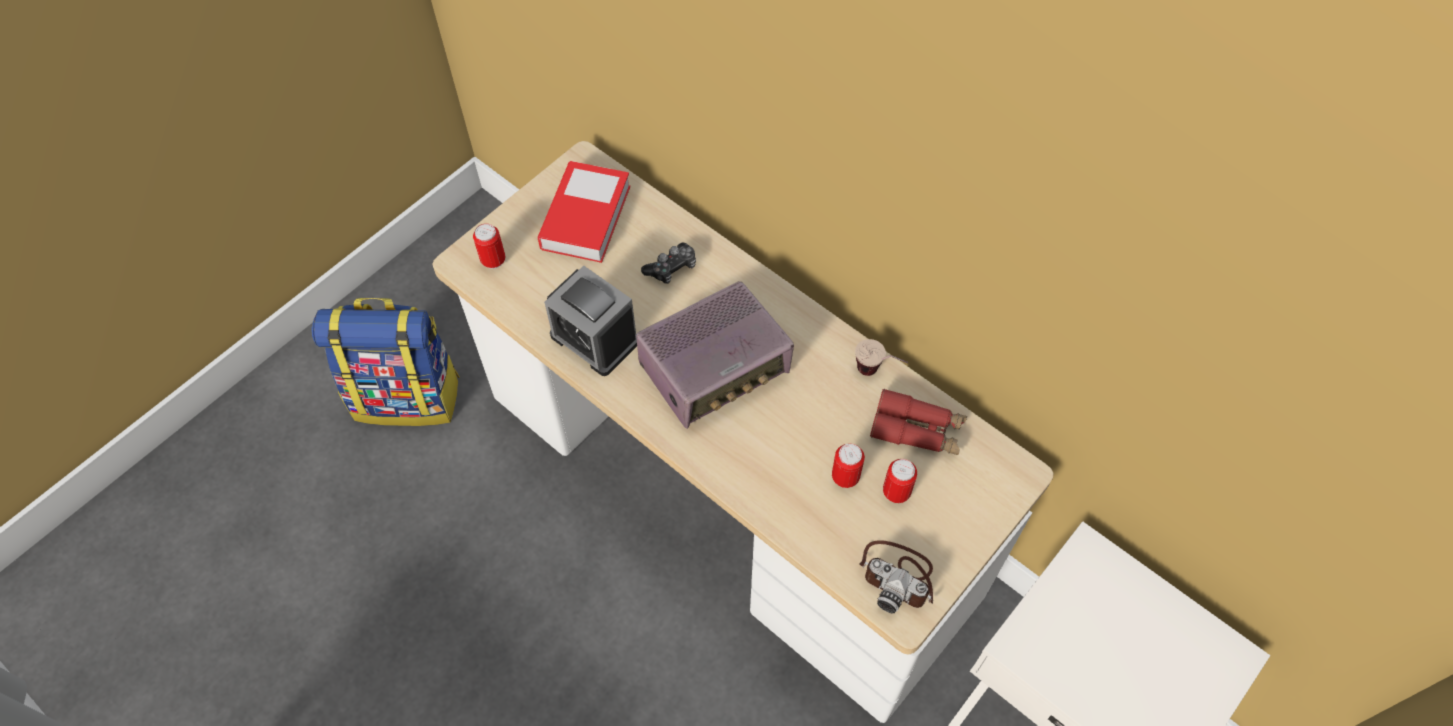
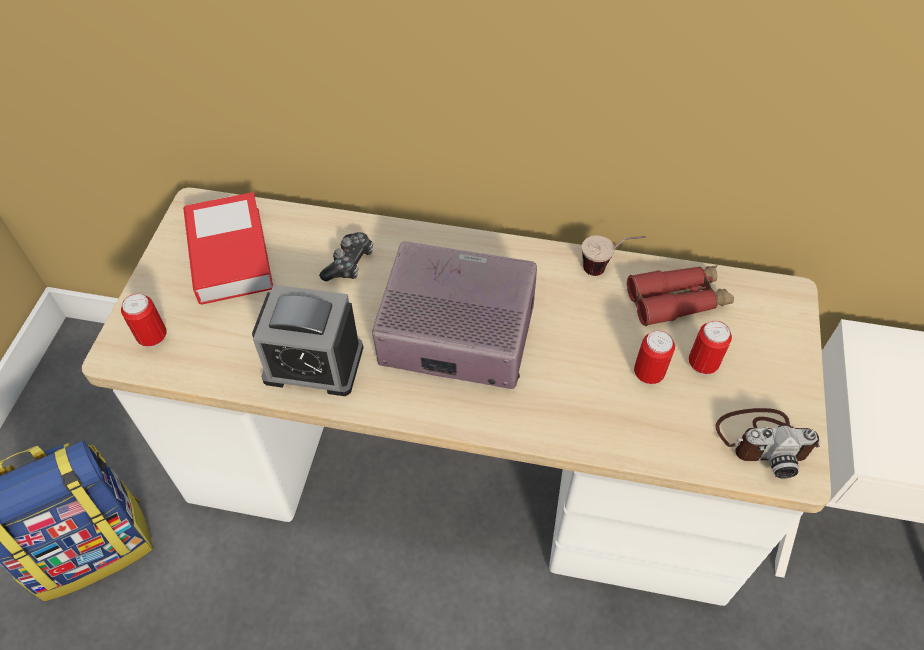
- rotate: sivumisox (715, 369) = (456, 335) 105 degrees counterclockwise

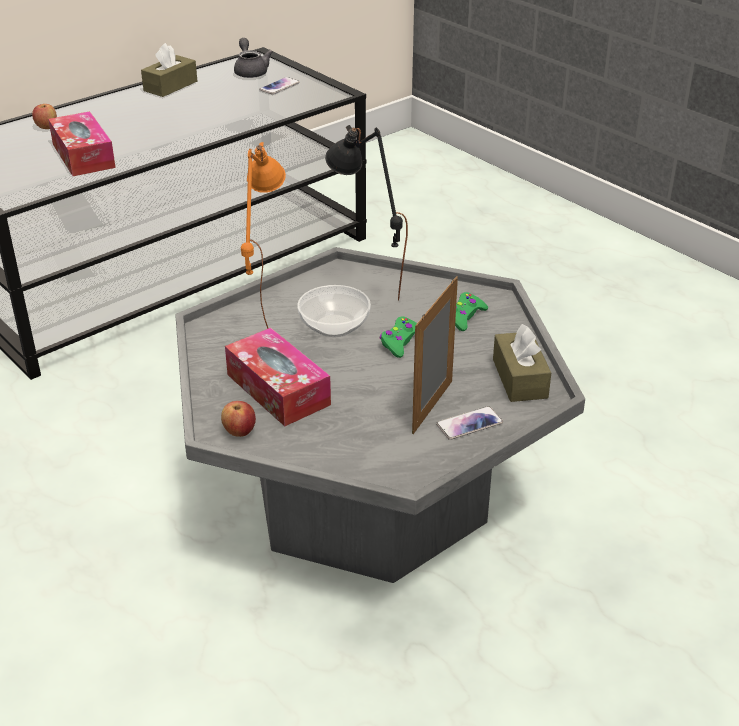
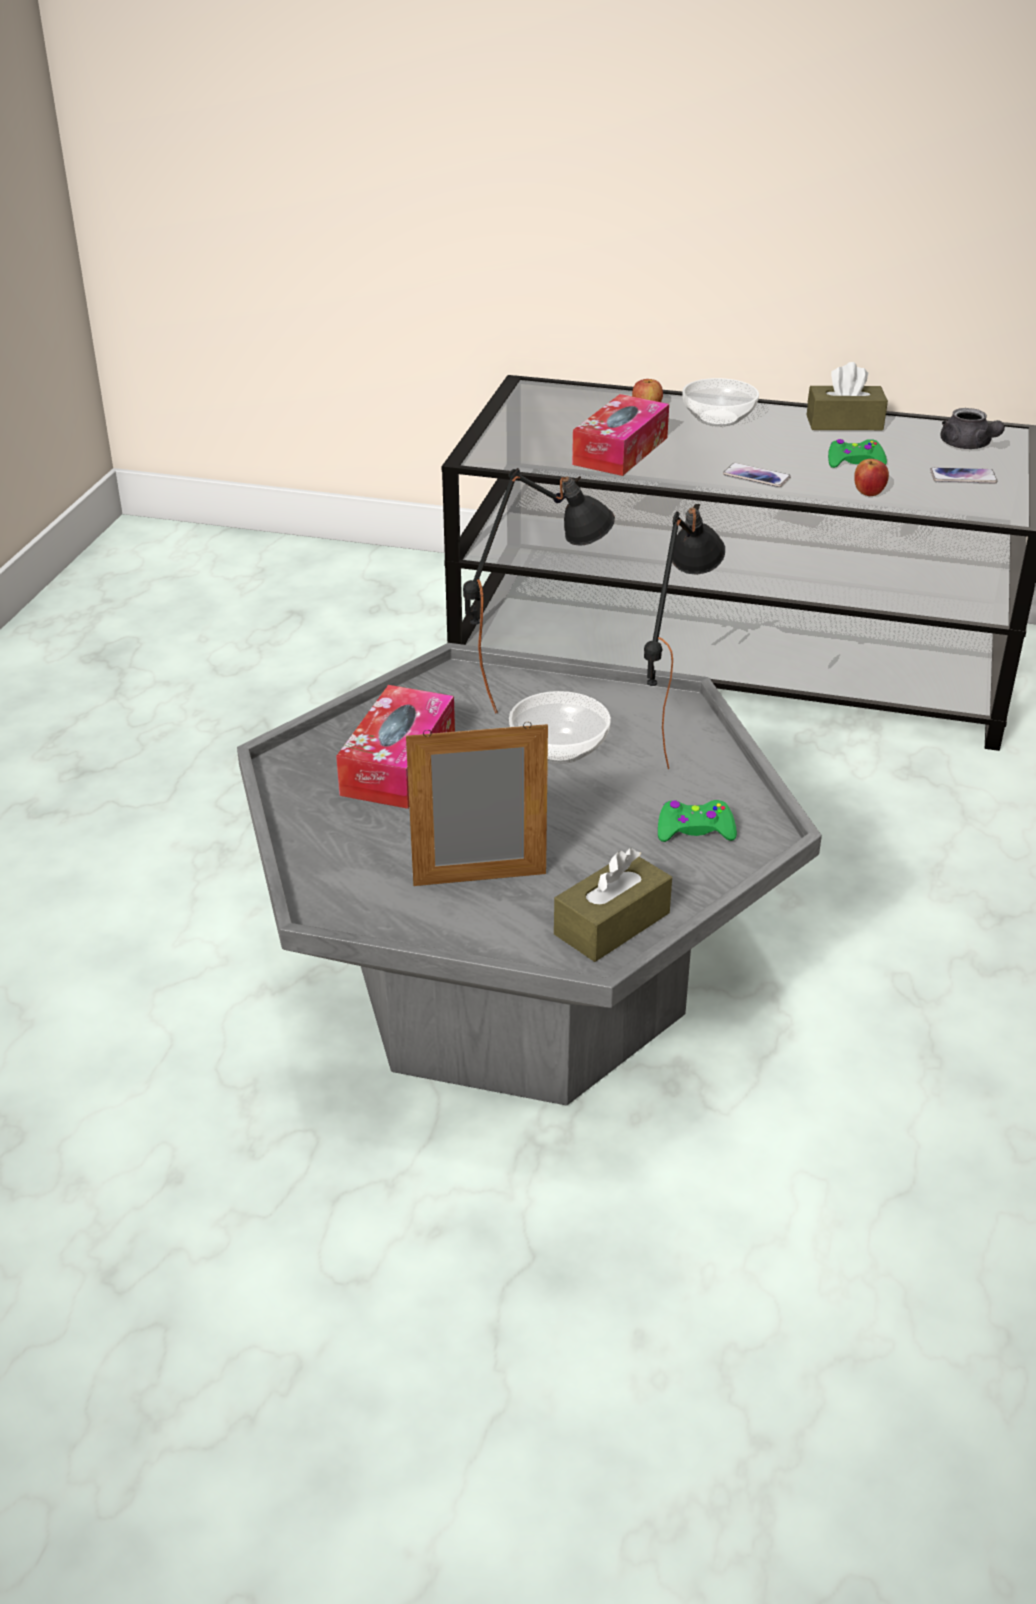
- rotate: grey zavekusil (251, 71) = (968, 446) 120 degrees clockwise
- recolor: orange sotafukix (263, 308) to black sotafukix (536, 690)
- move: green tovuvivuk (400, 342) to (854, 461)
- move: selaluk (239, 432) to (869, 493)
- move: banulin (469, 424) to (756, 476)
- insert: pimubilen (717, 418)

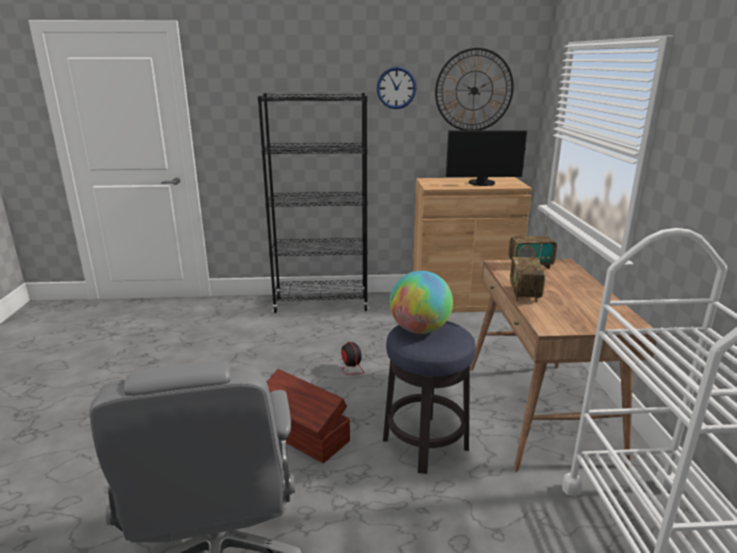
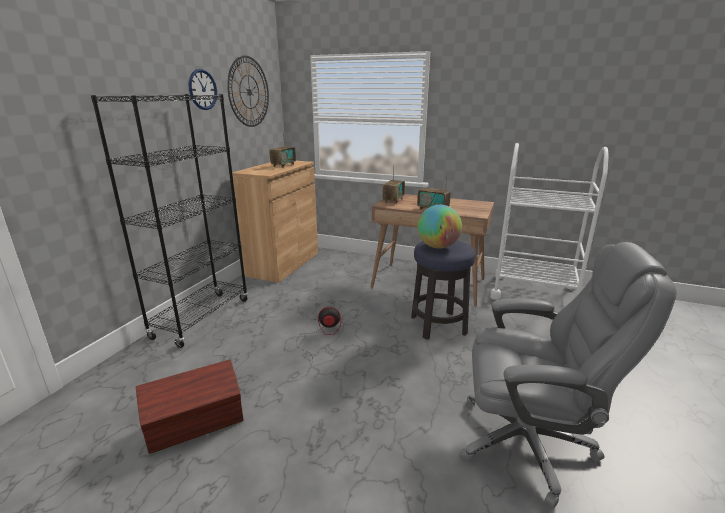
- replace: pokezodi (482, 183) to sivumisox (283, 165)
- move: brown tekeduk (303, 435) to (196, 423)

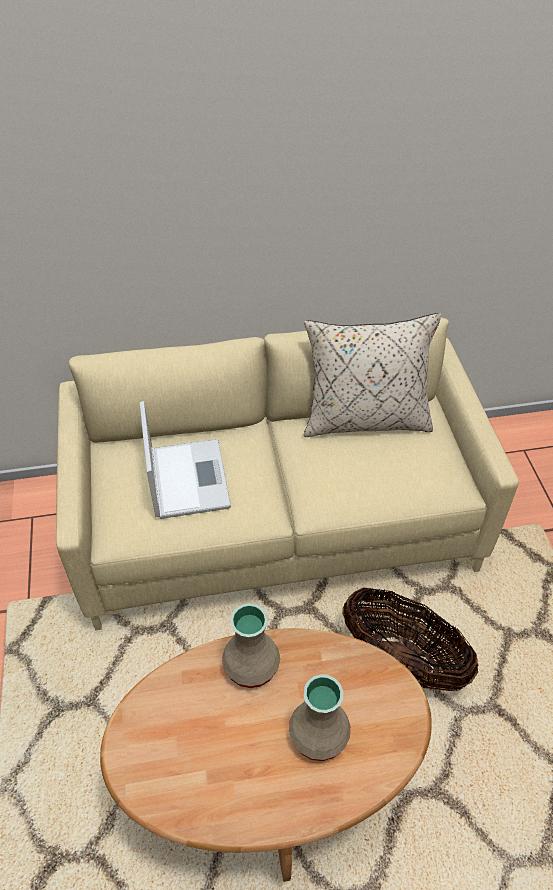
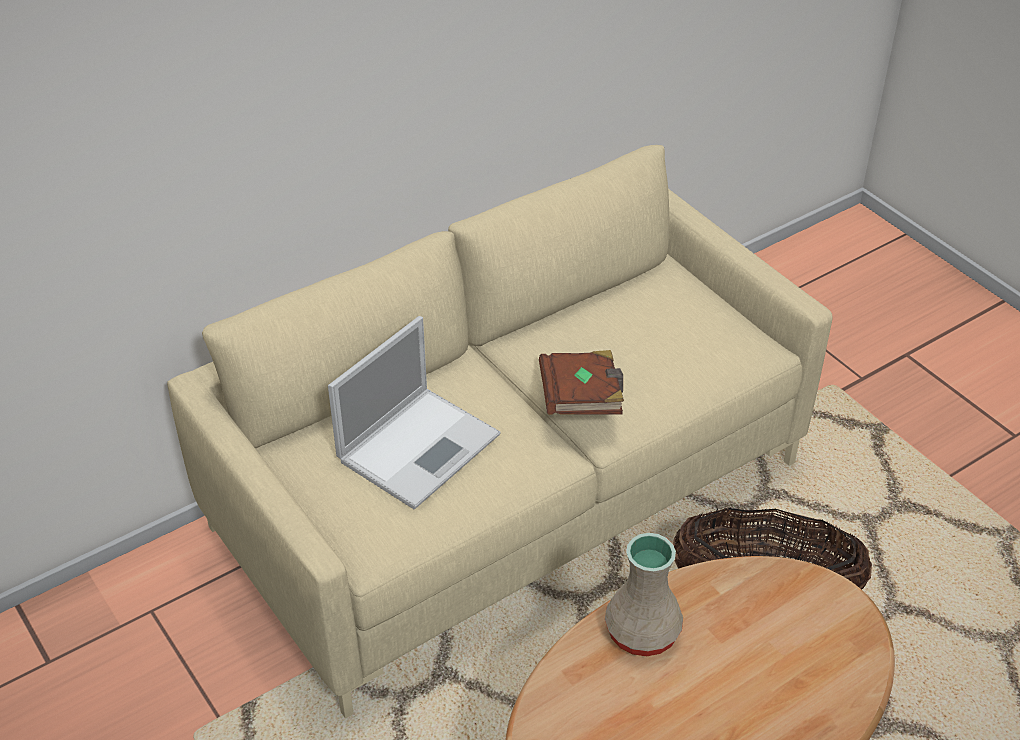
- delete: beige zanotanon (365, 419)
- rotate: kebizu (187, 477) = (420, 445) 75 degrees clockwise
- delete: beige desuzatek (317, 736)
- insert: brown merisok (582, 400)

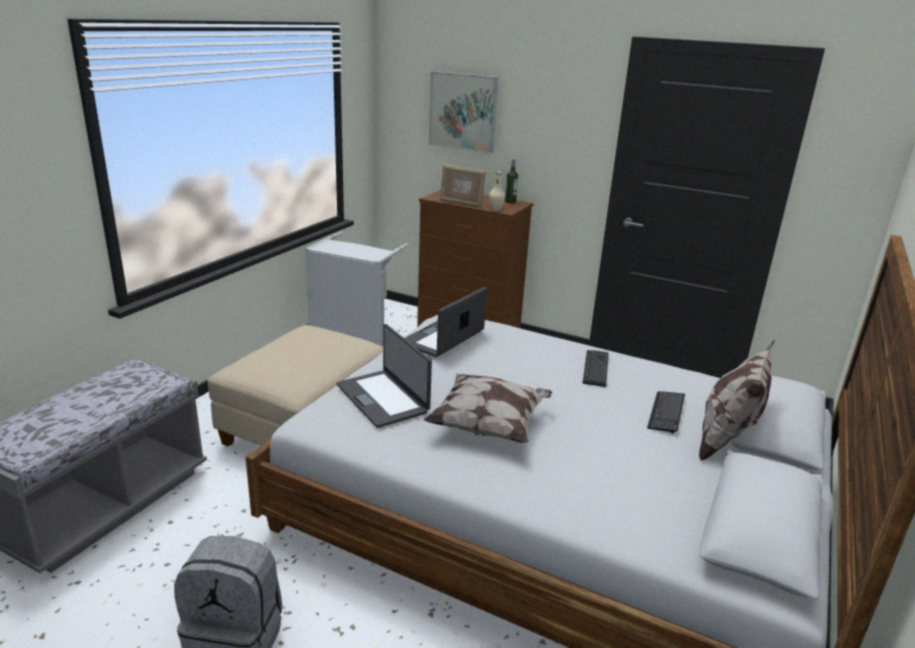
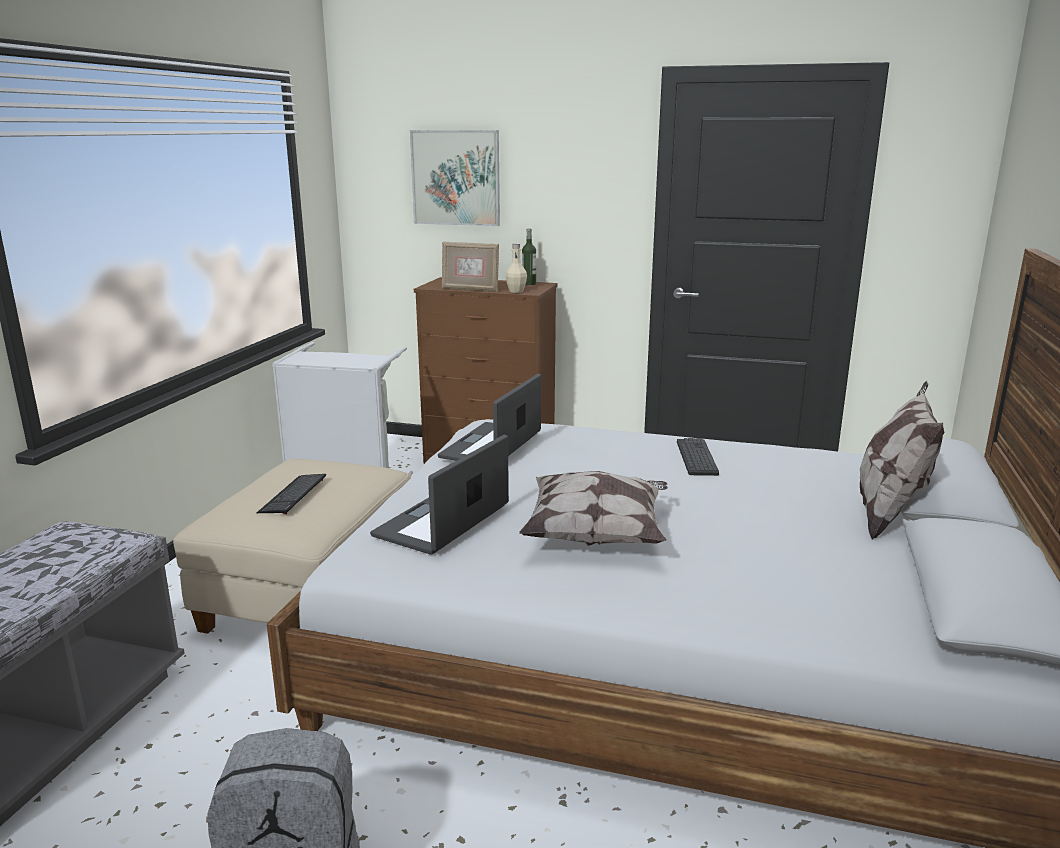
- rotate: kebizu (383, 398) = (444, 521) 75 degrees clockwise
- move: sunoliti (666, 412) to (293, 495)

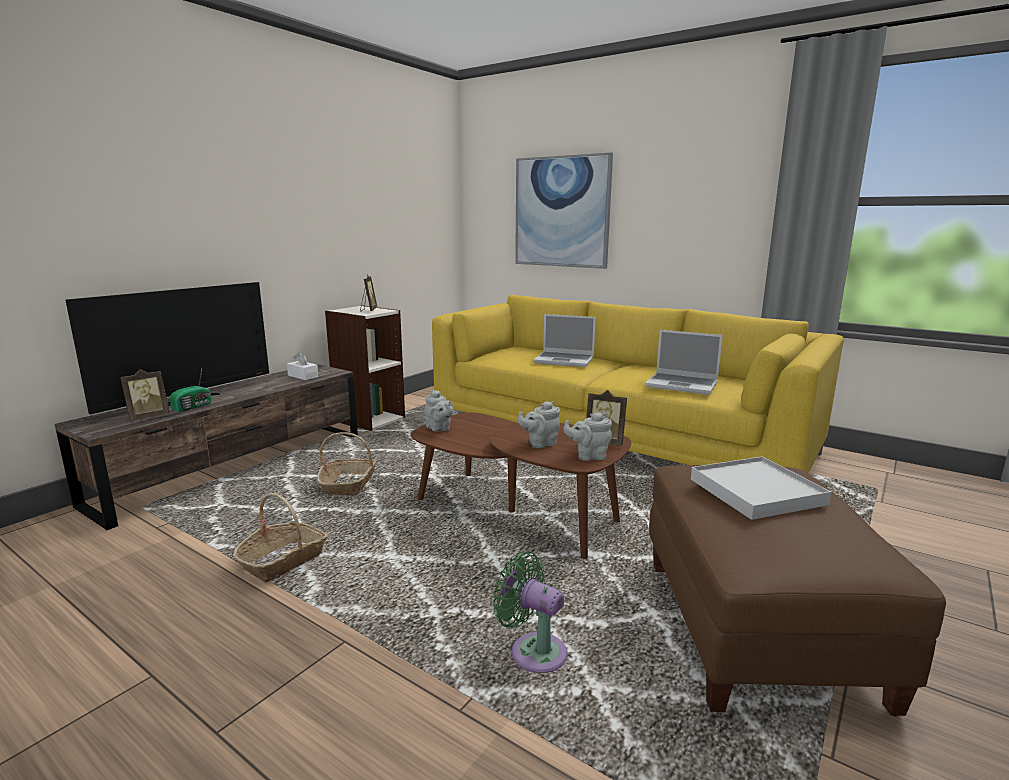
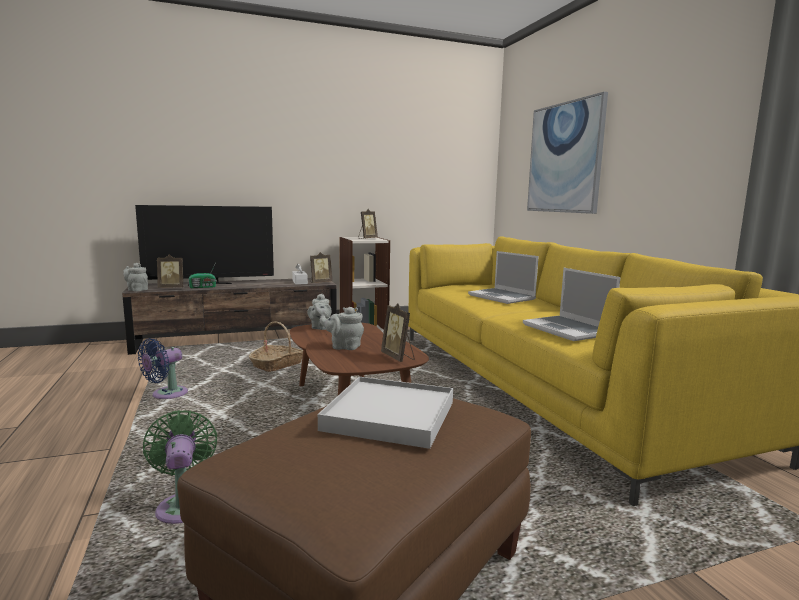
- move: grey zavekusil (589, 456) to (136, 290)
- replace: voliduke (283, 560) to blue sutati (166, 395)
- insert: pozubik (320, 282)

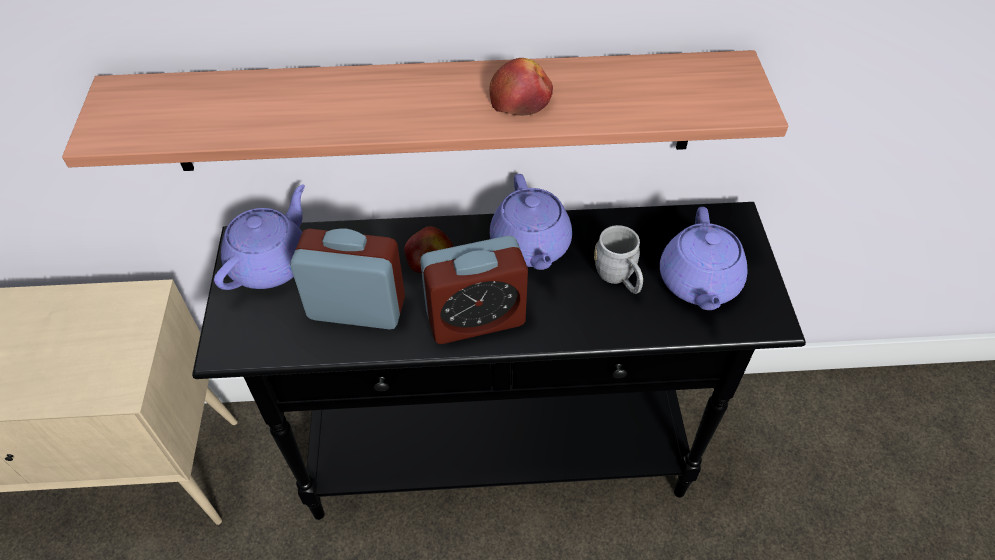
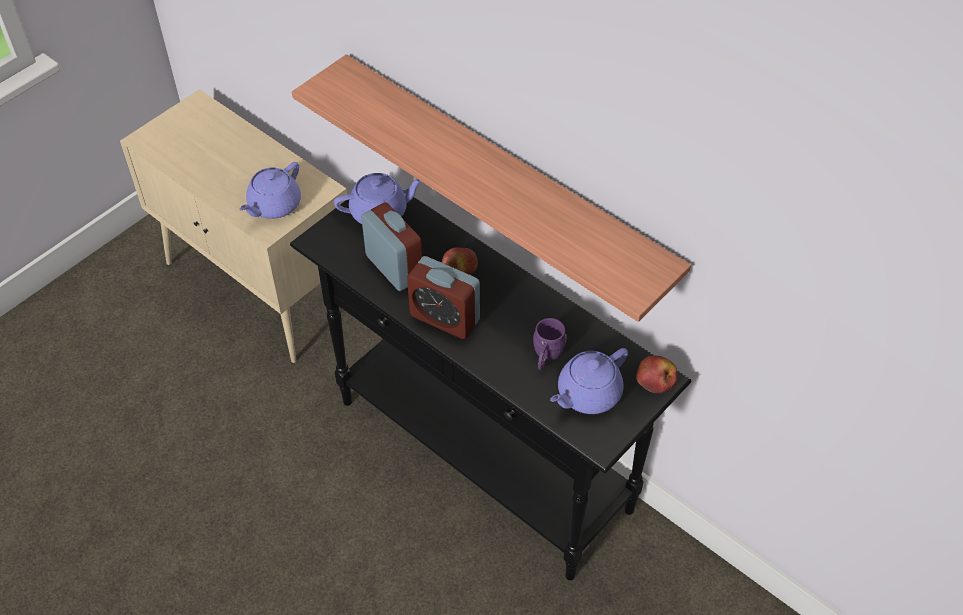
- move: selaluk (521, 99) to (656, 379)
- move: purple zavekusil (530, 246) to (273, 206)
- recolor: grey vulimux (619, 278) to purple vulimux (546, 357)

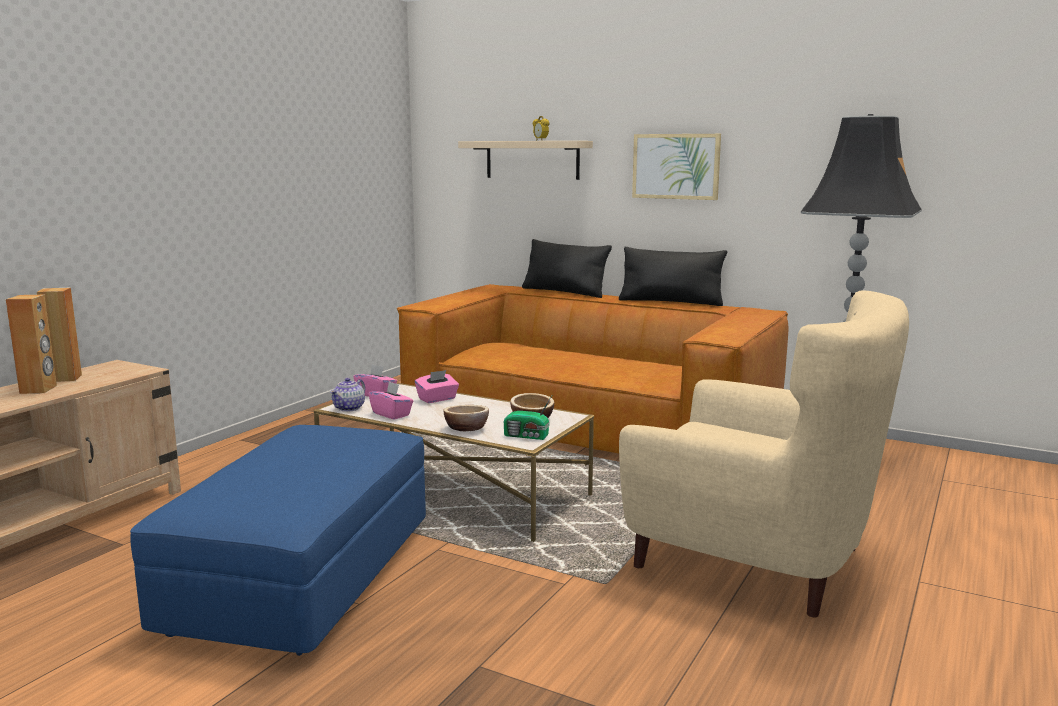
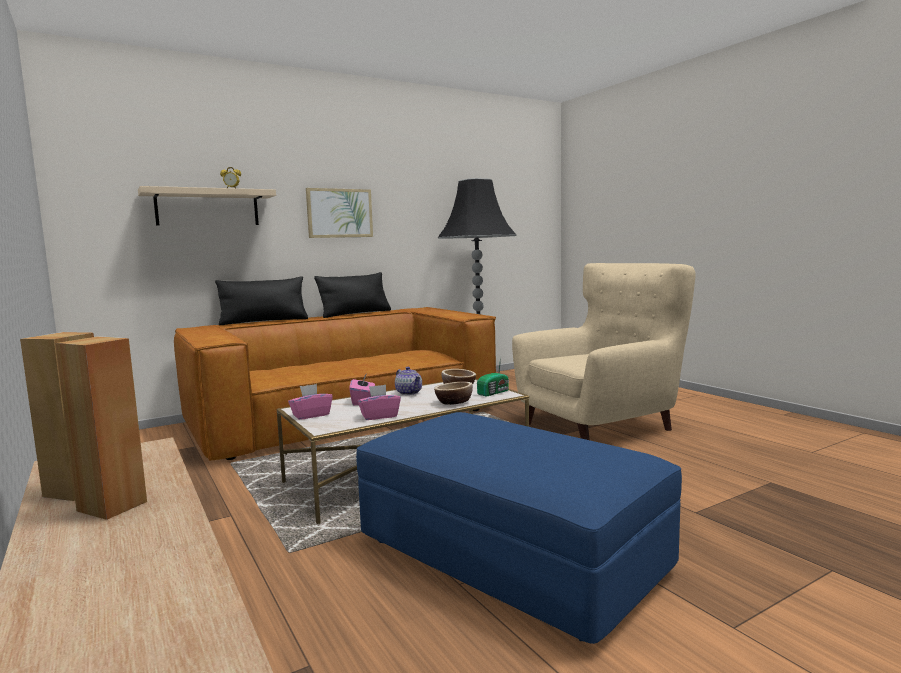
- move: zavekusil (349, 408) to (409, 392)

